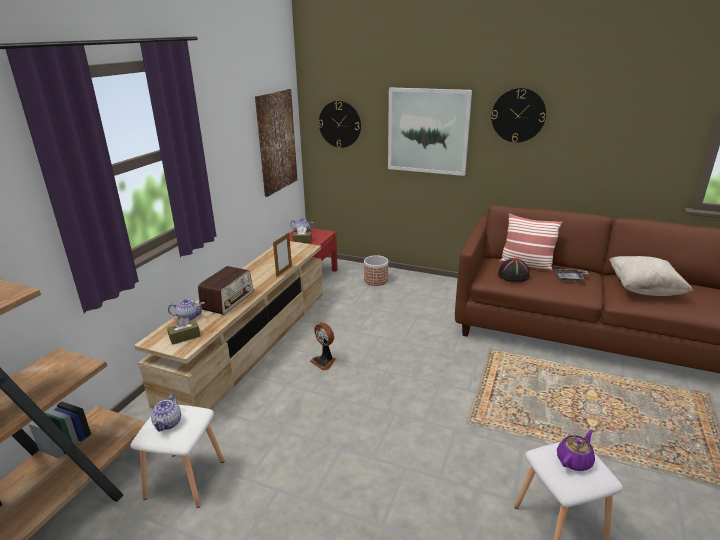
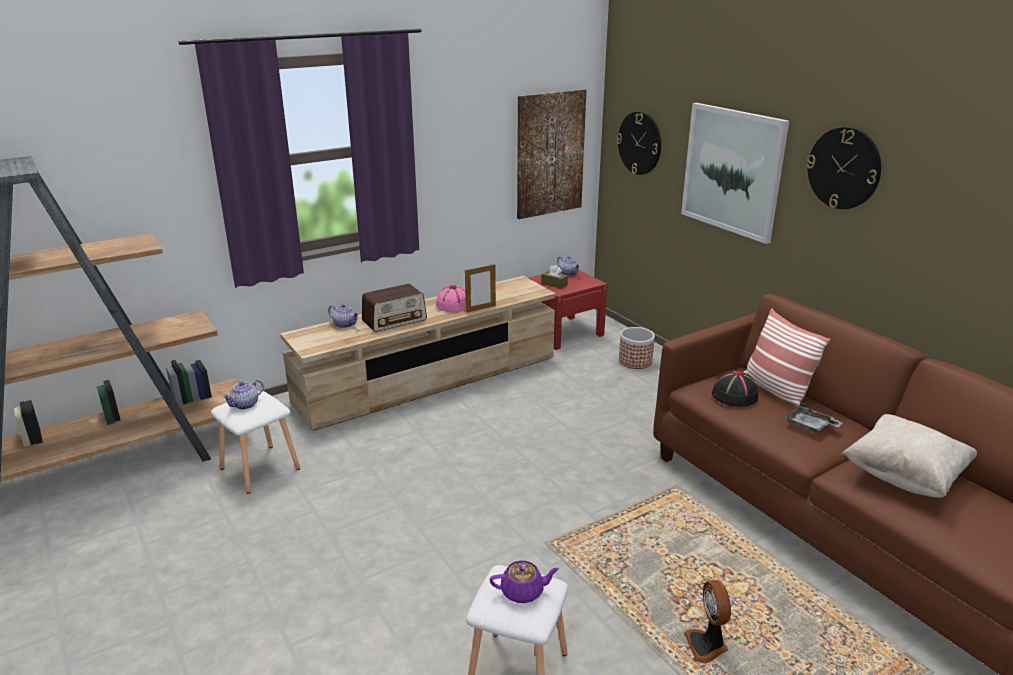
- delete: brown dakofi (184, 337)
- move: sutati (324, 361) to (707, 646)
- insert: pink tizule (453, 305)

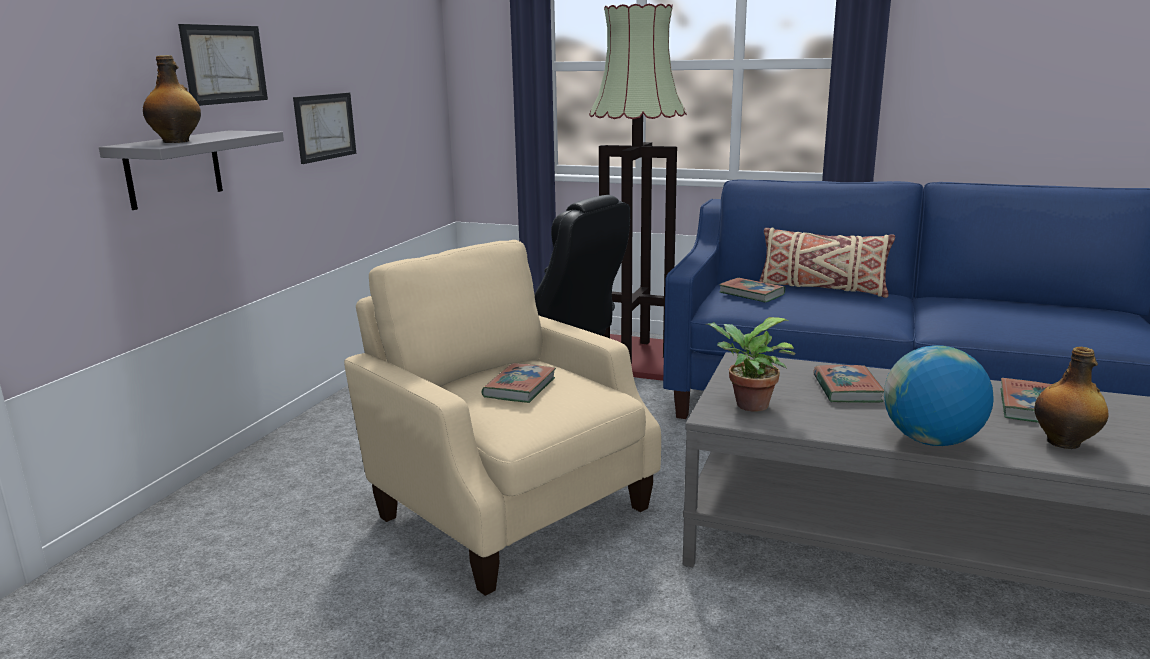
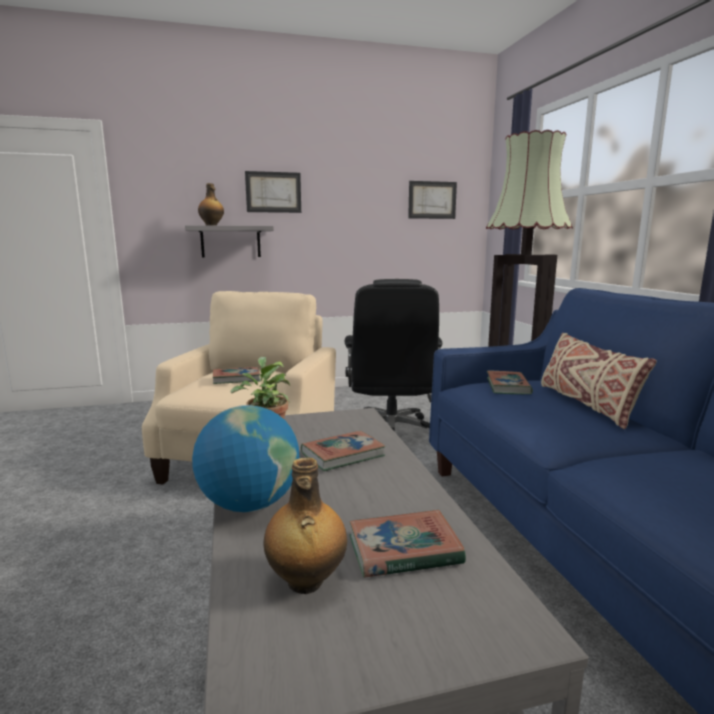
- move: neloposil (325, 127) to (432, 200)

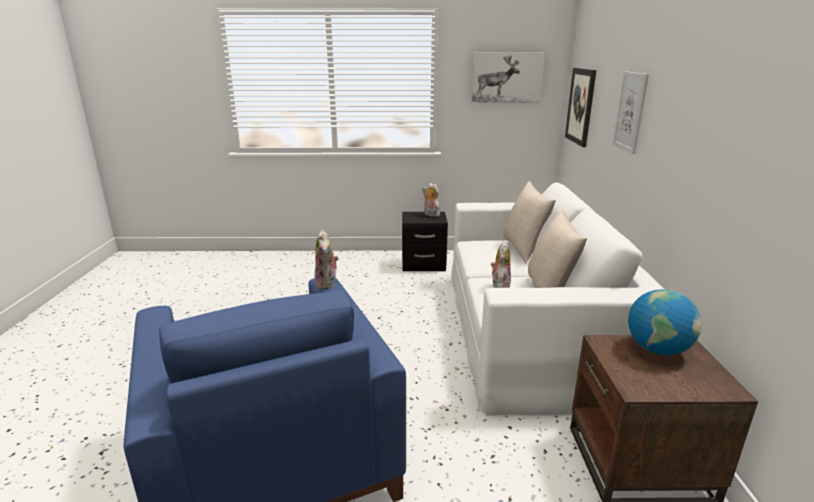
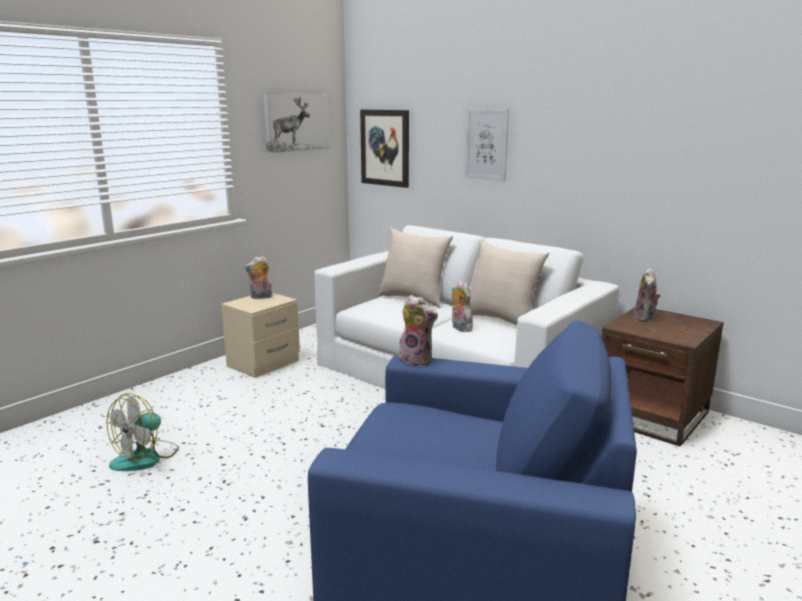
- recolor: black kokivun (423, 265) to beige kokivun (264, 364)
- replace: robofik (657, 349) to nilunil (645, 318)
- insert: sutati (145, 457)

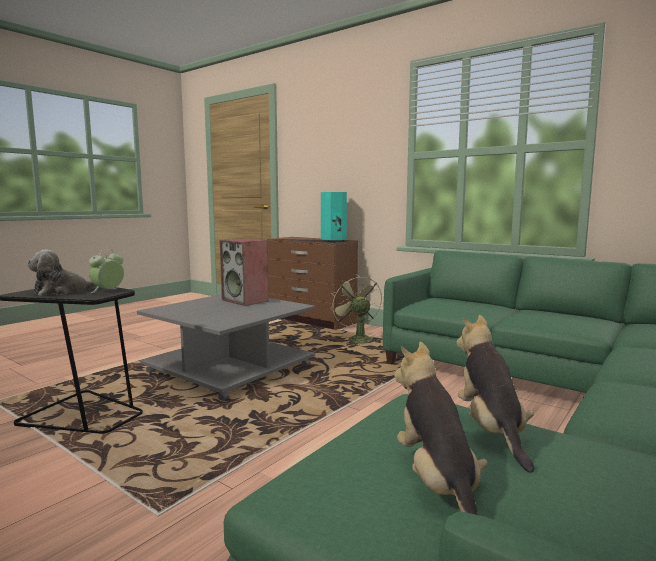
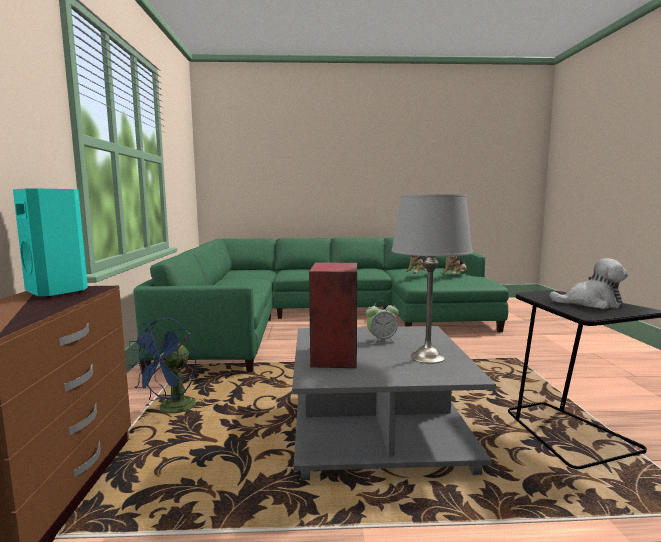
- move: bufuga (108, 291) to (382, 340)
- recolor: green sutati (356, 339) to blue sutati (172, 410)
- insert: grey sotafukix (428, 357)

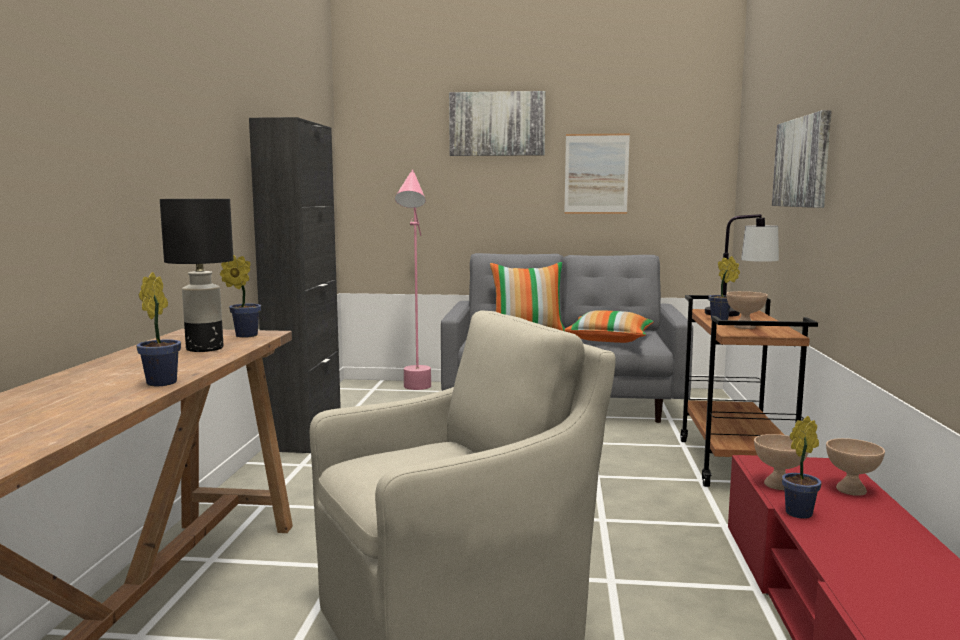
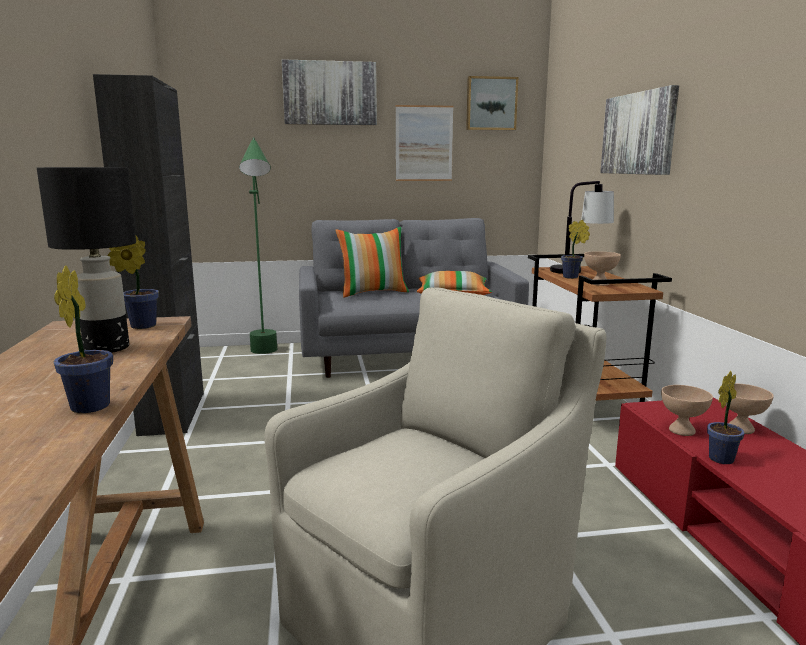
- recolor: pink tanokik (416, 392) to green tanokik (265, 356)
- insert: neloposil (491, 104)

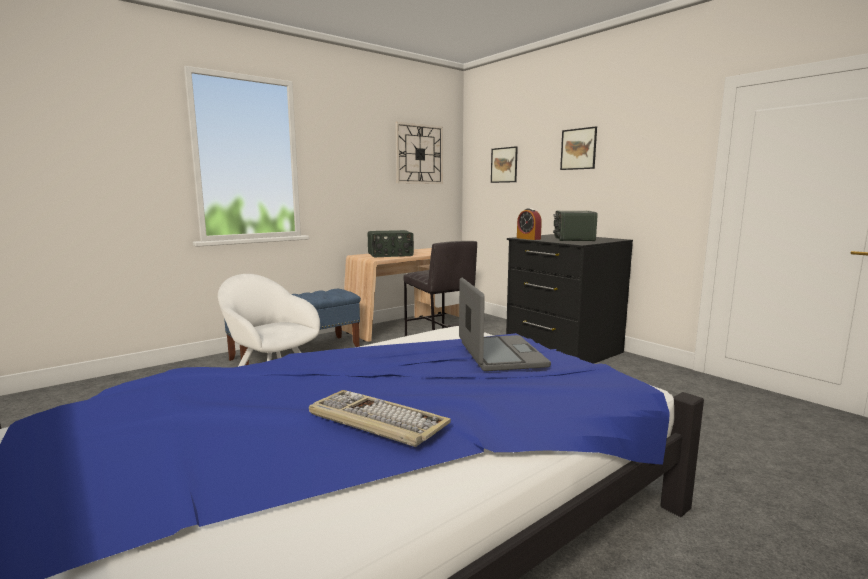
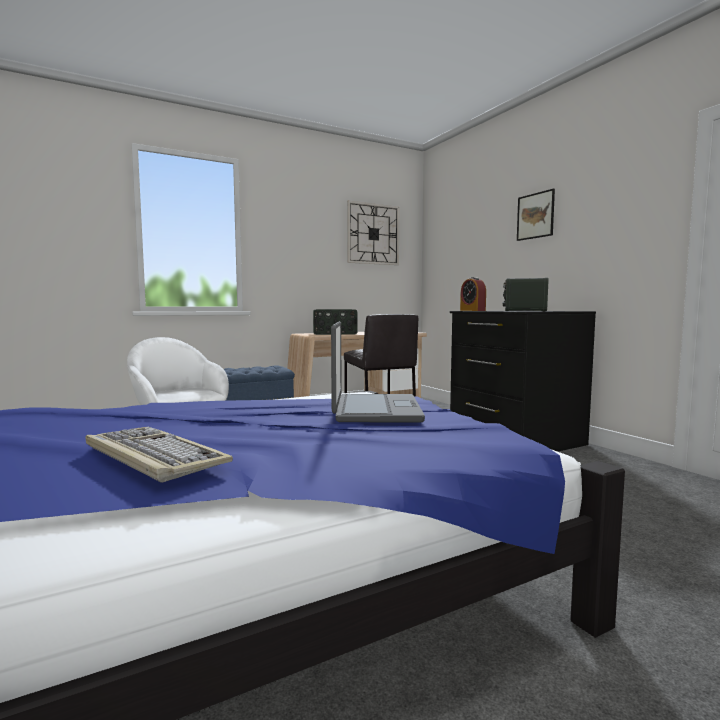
- delete: neloposil (504, 165)

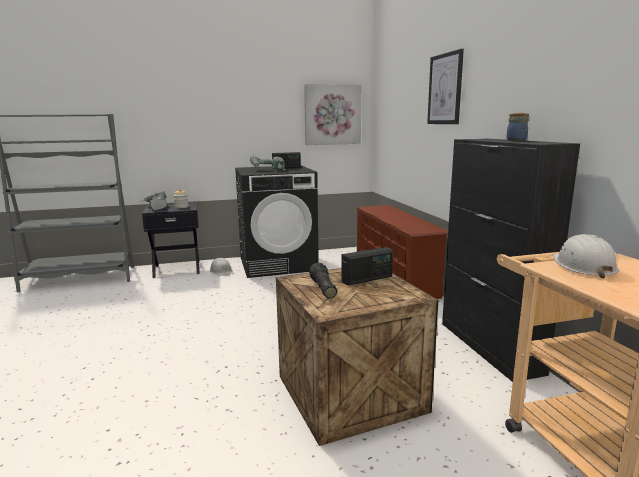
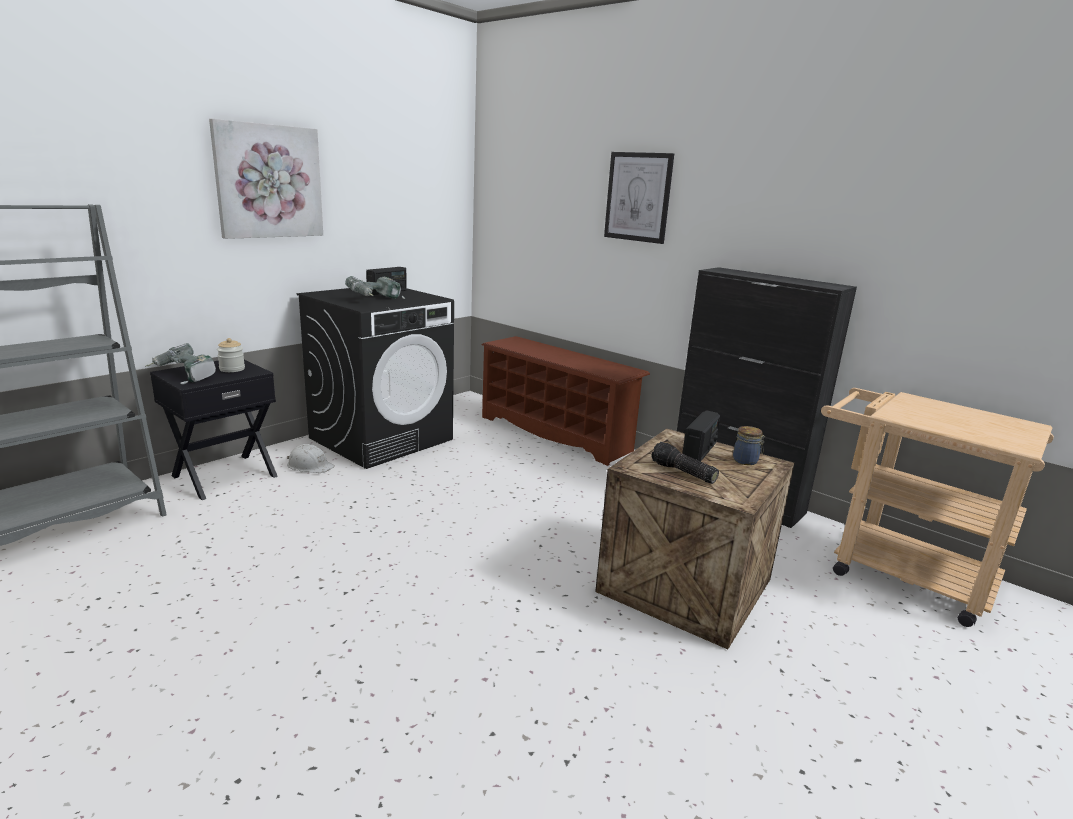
- move: neloposil (332, 114) to (268, 181)
- move: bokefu (517, 140) to (746, 461)
- delete: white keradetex (583, 266)

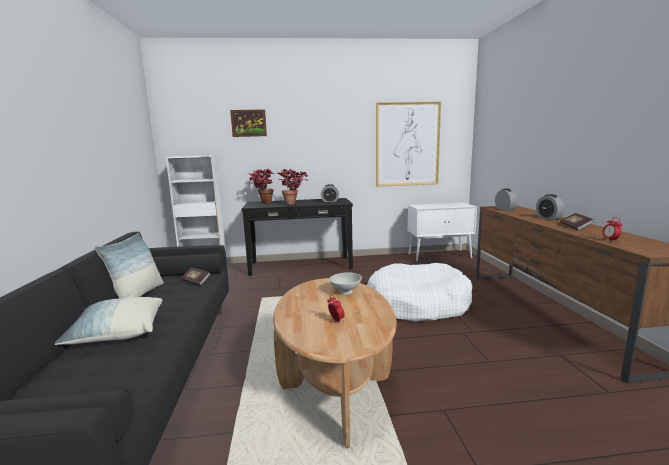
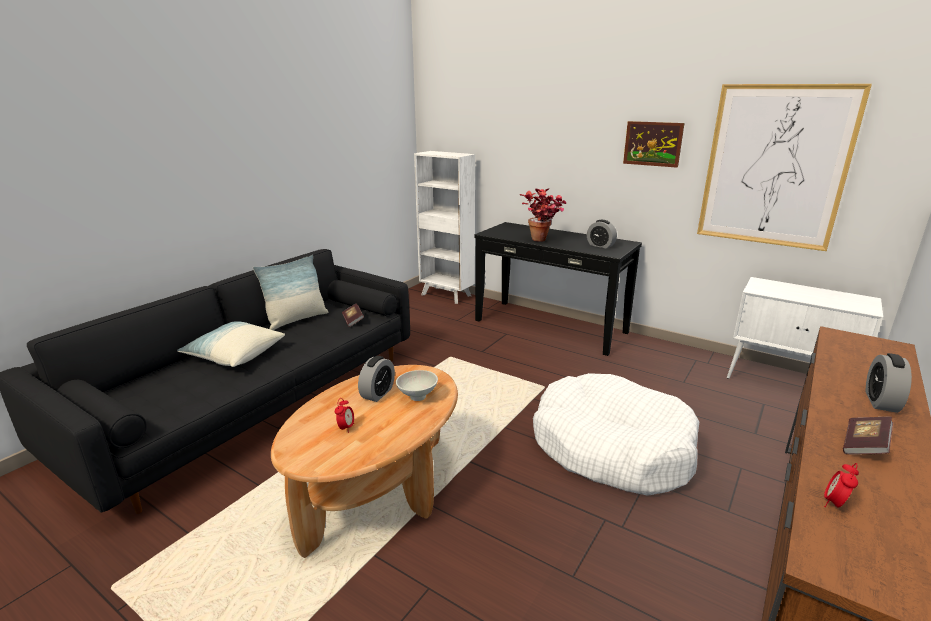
- move: neloposil (248, 123) to (652, 144)
- delete: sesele (263, 203)
- move: bufuga (504, 209) to (378, 393)

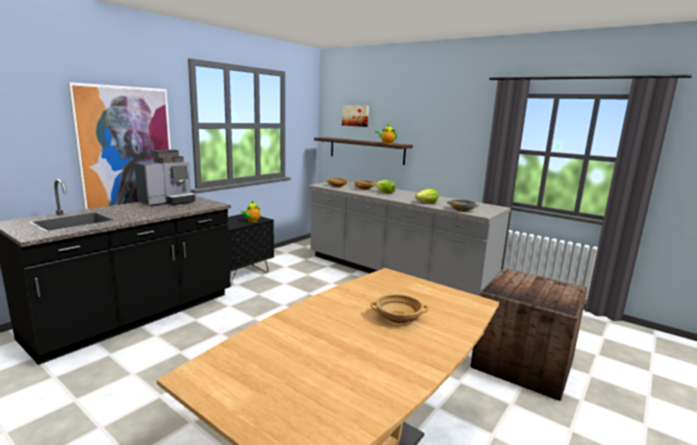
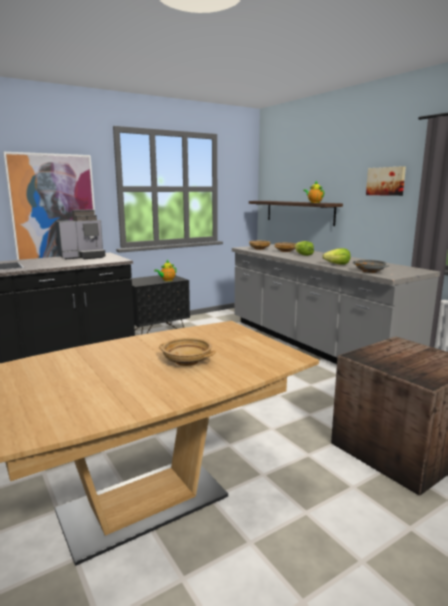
- move: neloposil (355, 115) to (386, 181)

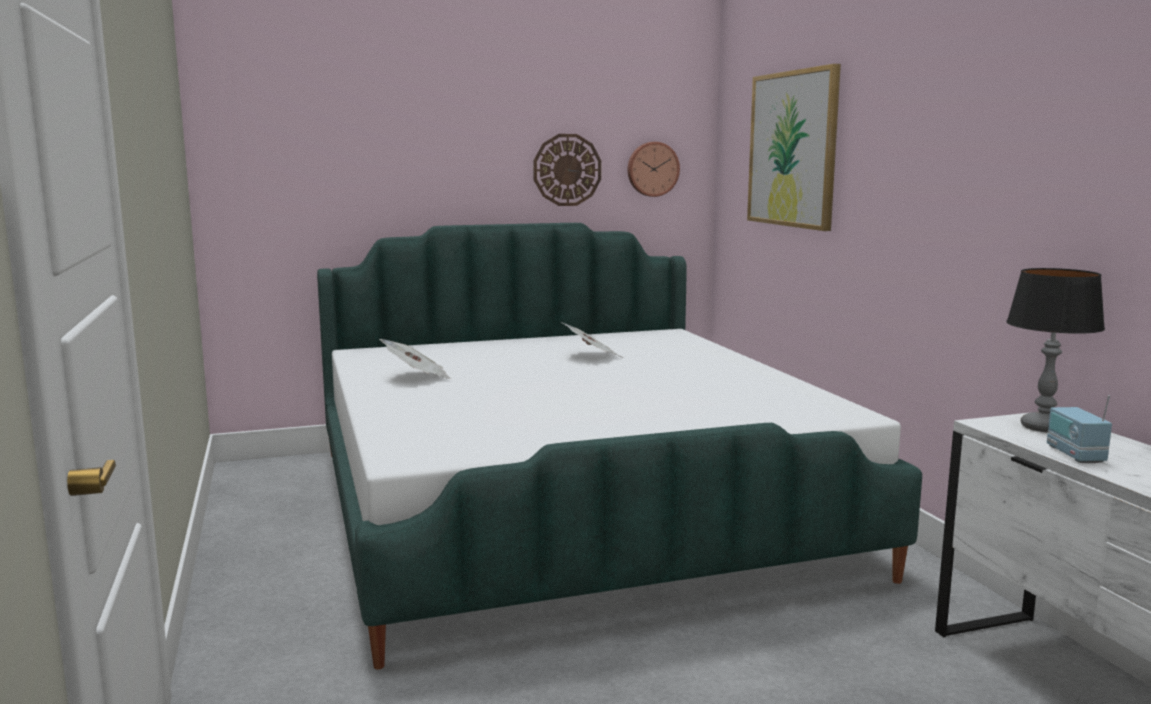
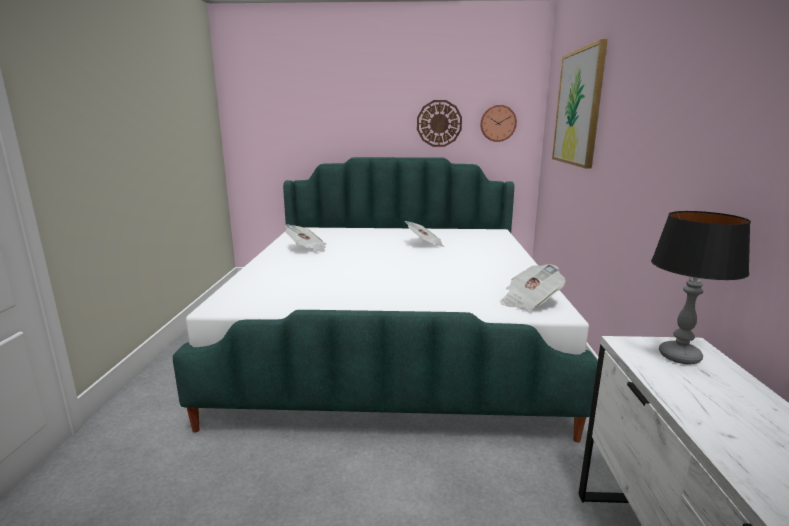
- delete: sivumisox (1074, 455)
- insert: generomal (529, 302)

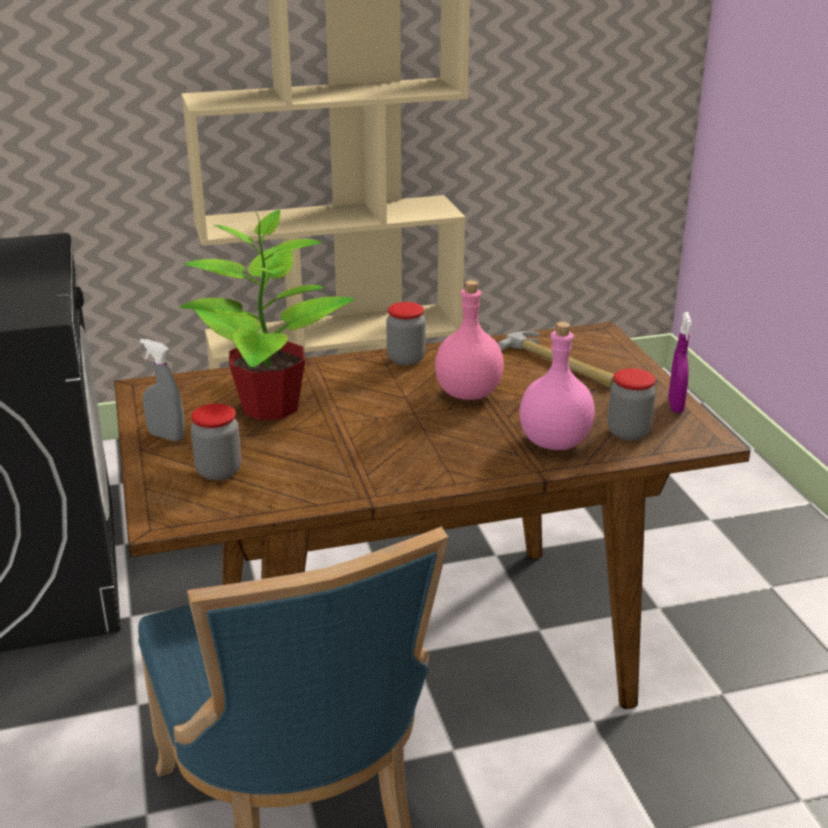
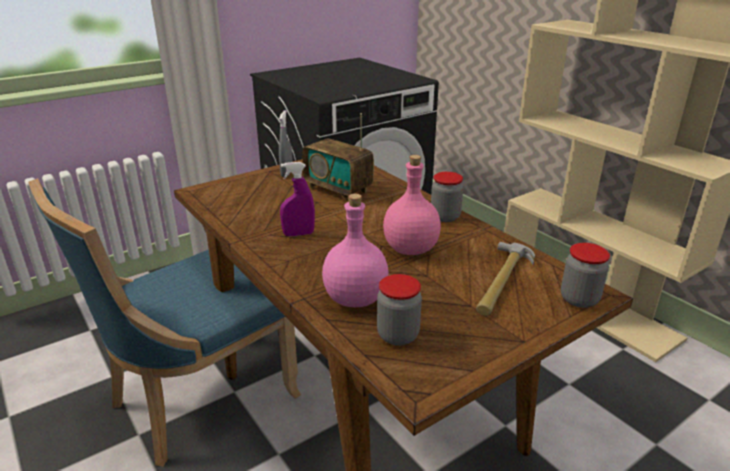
- replace: sesele (268, 407) to sivumisox (338, 190)
- move: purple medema (675, 406) to (298, 234)
- move: bokefu (219, 471) to (579, 299)

